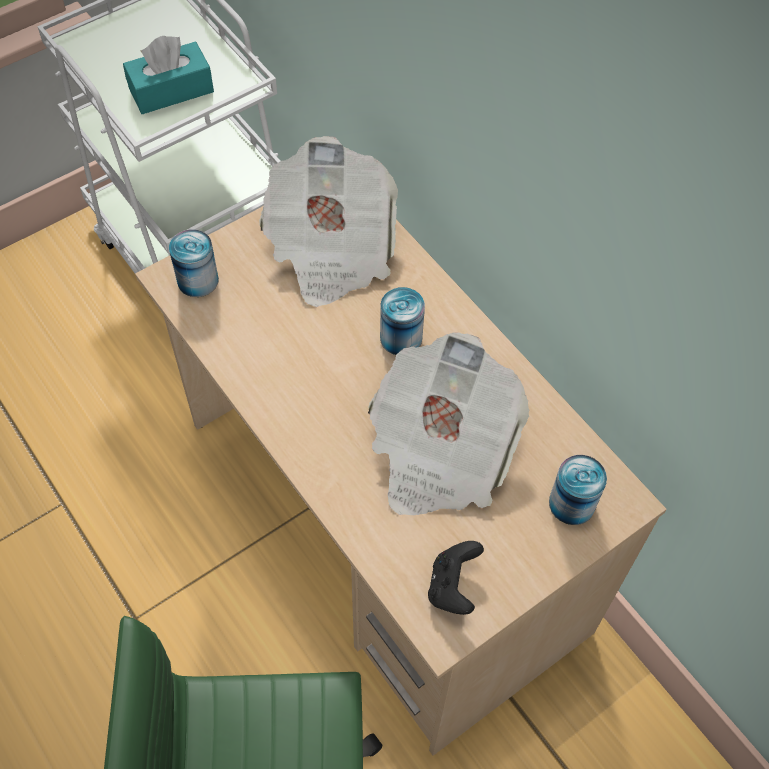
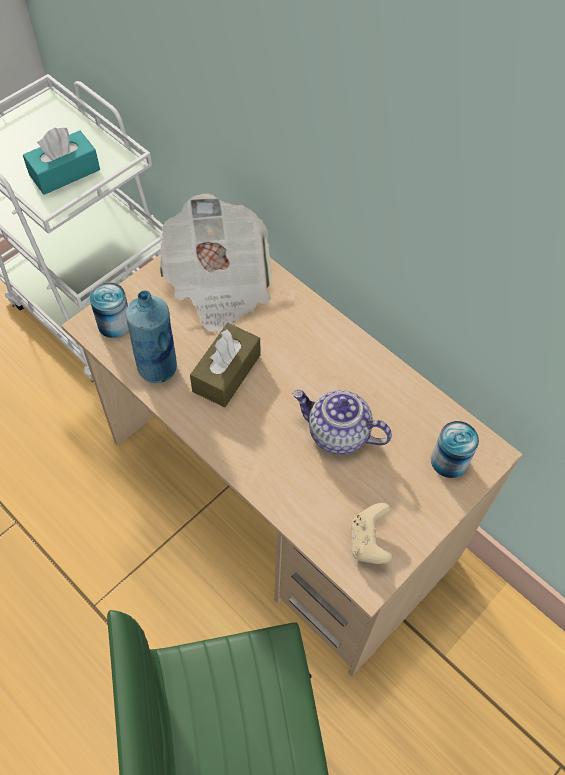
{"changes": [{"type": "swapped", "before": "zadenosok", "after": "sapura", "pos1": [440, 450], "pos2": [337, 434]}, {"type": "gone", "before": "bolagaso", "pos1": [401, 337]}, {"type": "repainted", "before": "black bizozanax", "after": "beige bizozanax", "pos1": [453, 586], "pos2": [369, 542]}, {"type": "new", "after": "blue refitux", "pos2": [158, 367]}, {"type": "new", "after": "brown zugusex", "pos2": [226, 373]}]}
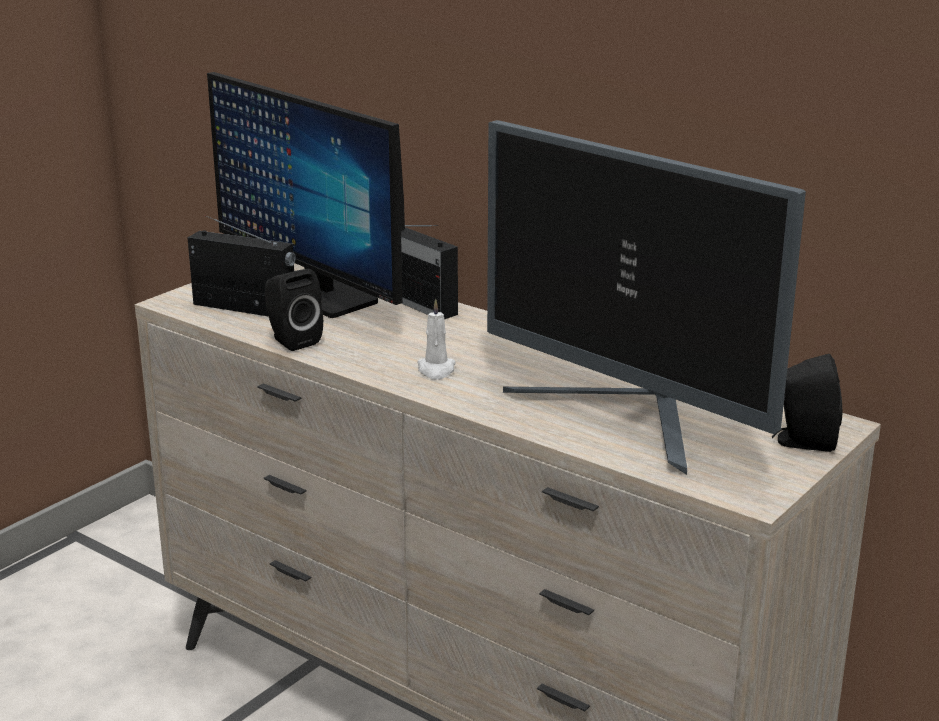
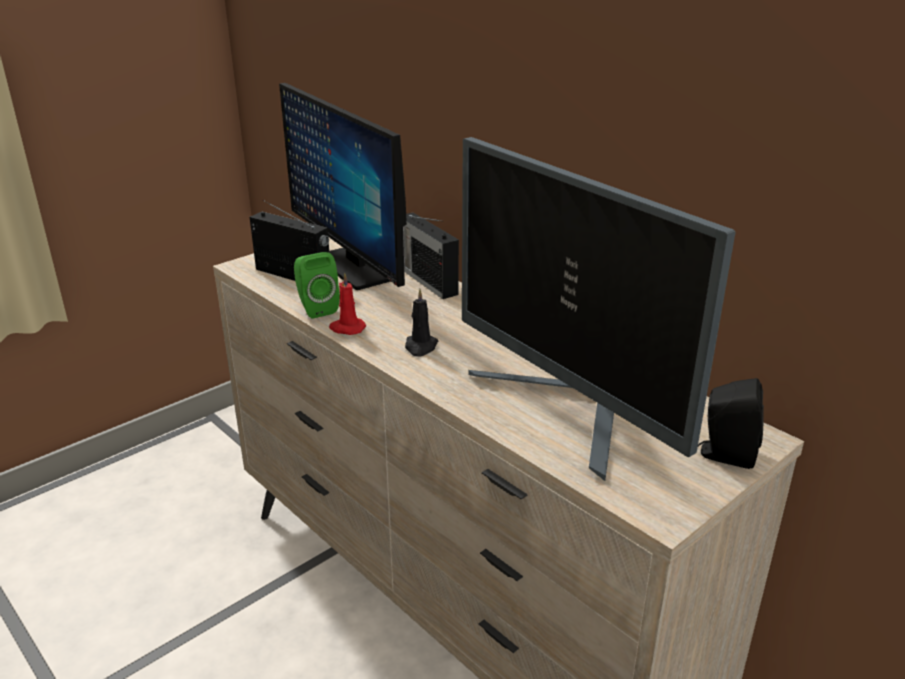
{"changes": [{"type": "repainted", "before": "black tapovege", "after": "green tapovege", "pos1": [291, 340], "pos2": [316, 308]}, {"type": "repainted", "before": "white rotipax", "after": "black rotipax", "pos1": [436, 370], "pos2": [420, 347]}, {"type": "new", "after": "red rotipax", "pos2": [347, 328]}]}
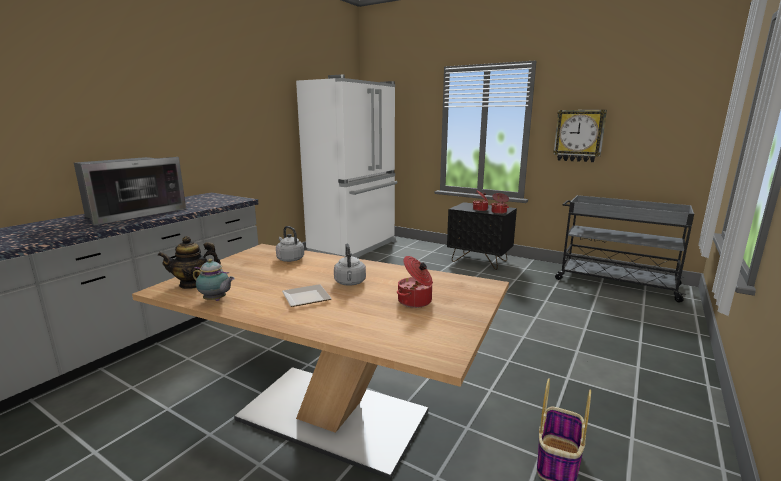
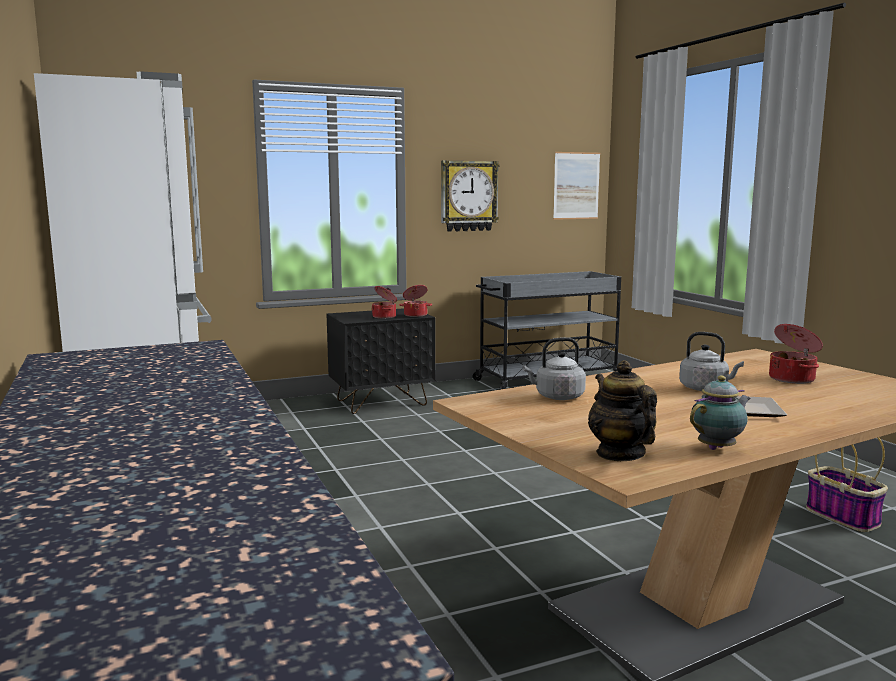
{"changes": [{"type": "gone", "before": "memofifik", "pos1": [132, 213]}, {"type": "rotated", "before": "sapura", "pos1": [193, 284], "pos2": [620, 454], "turn": 150}, {"type": "new", "after": "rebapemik", "pos2": [576, 185]}]}
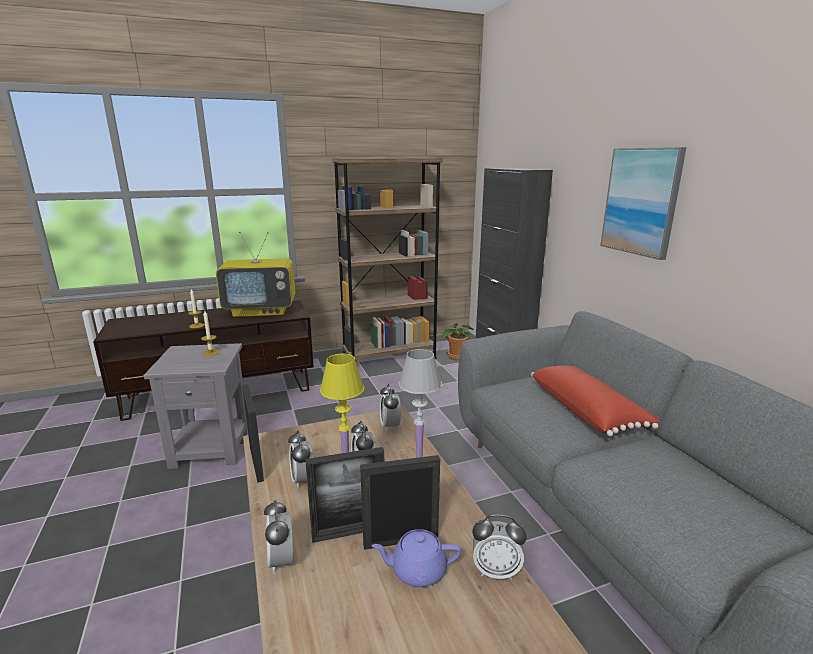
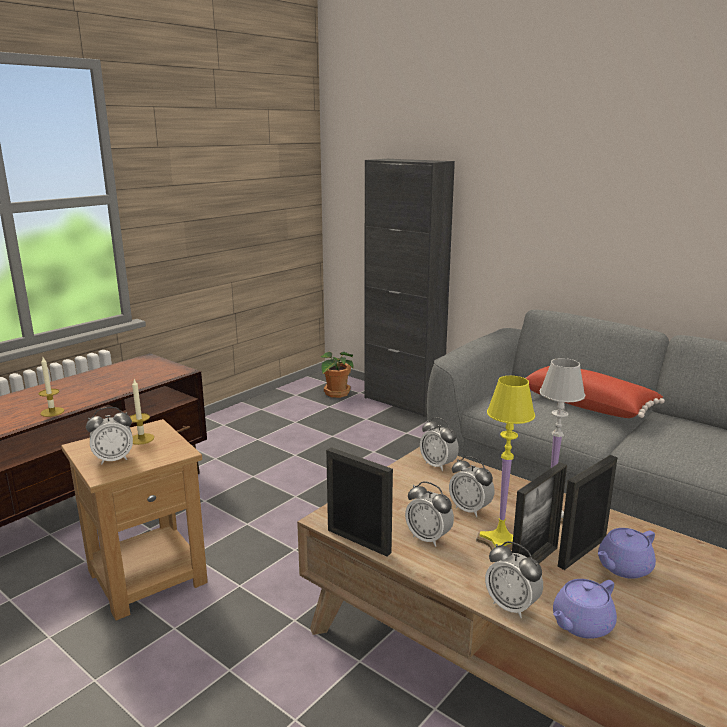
{"changes": [{"type": "repainted", "before": "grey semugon", "after": "brown semugon", "pos1": [212, 448], "pos2": [148, 576]}, {"type": "gone", "before": "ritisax", "pos1": [261, 311]}, {"type": "gone", "before": "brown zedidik", "pos1": [389, 357]}, {"type": "shifted", "before": "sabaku", "pos1": [496, 571], "pos2": [114, 459]}, {"type": "gone", "before": "rebapemik", "pos1": [641, 201]}, {"type": "new", "after": "purple sapura", "pos2": [581, 624]}]}
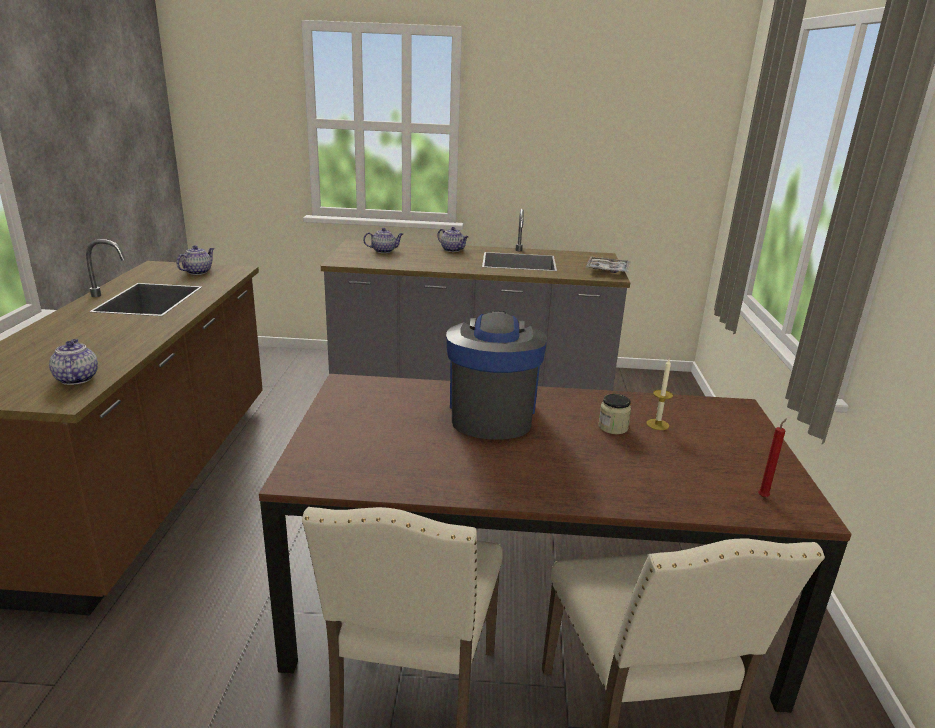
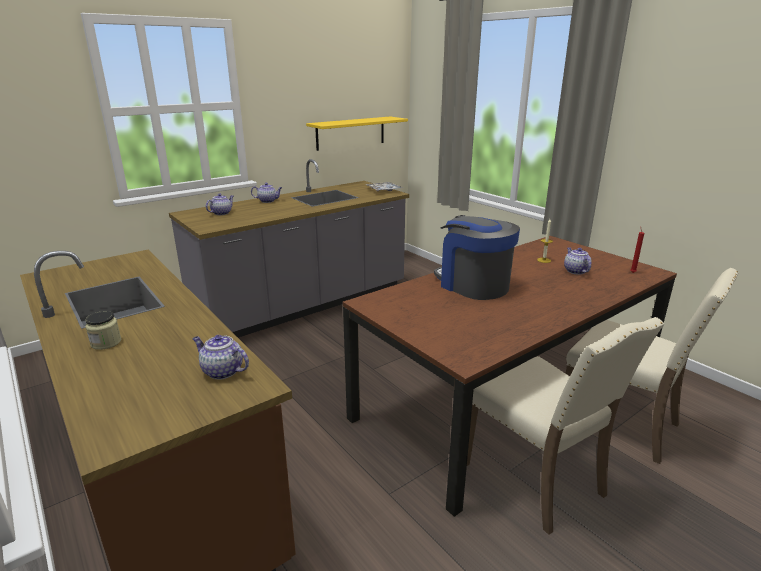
{"changes": [{"type": "shifted", "before": "sapura", "pos1": [198, 272], "pos2": [575, 271]}, {"type": "shifted", "before": "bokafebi", "pos1": [613, 427], "pos2": [106, 342]}, {"type": "new", "after": "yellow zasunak", "pos2": [350, 133]}]}
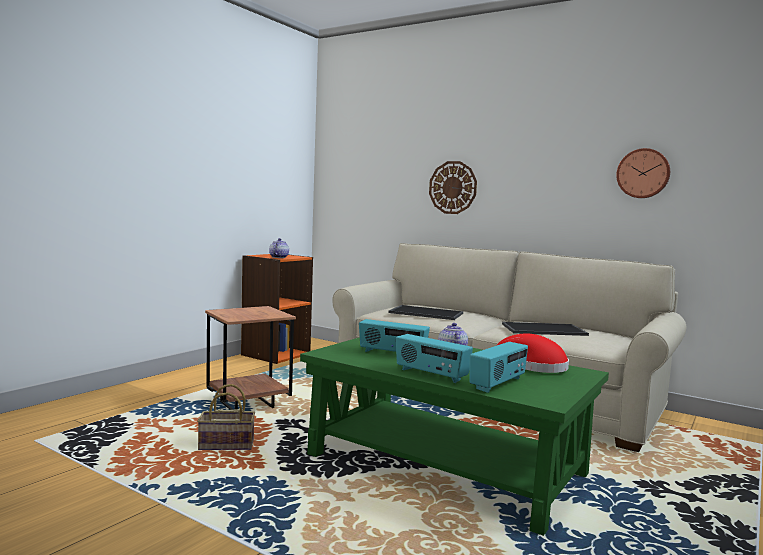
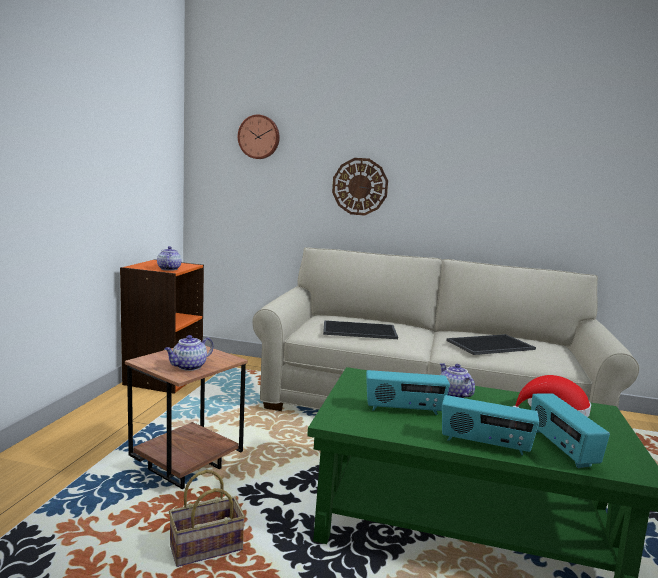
{"changes": [{"type": "rotated", "before": "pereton", "pos1": [498, 384], "pos2": [561, 448], "turn": 150}, {"type": "shifted", "before": "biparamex", "pos1": [643, 173], "pos2": [259, 137]}, {"type": "new", "after": "sapura", "pos2": [189, 367]}]}
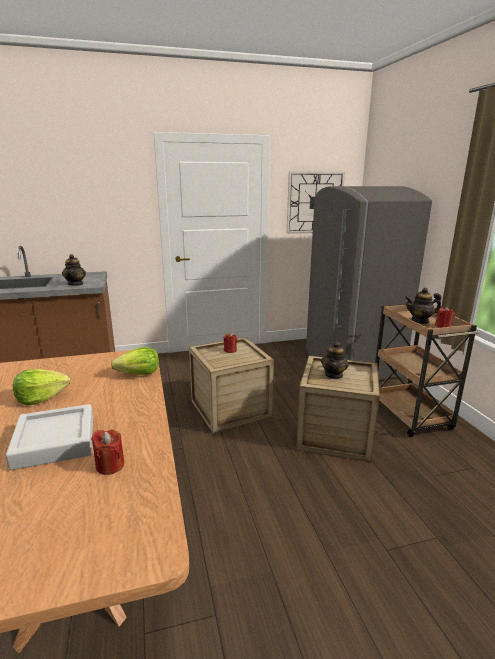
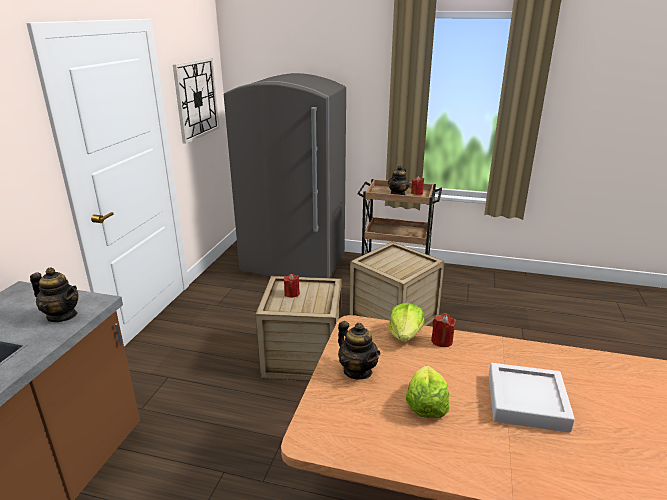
{"changes": [{"type": "shifted", "before": "red rotipax", "pos1": [110, 465], "pos2": [442, 341]}, {"type": "shifted", "before": "sapura", "pos1": [334, 375], "pos2": [357, 371]}]}
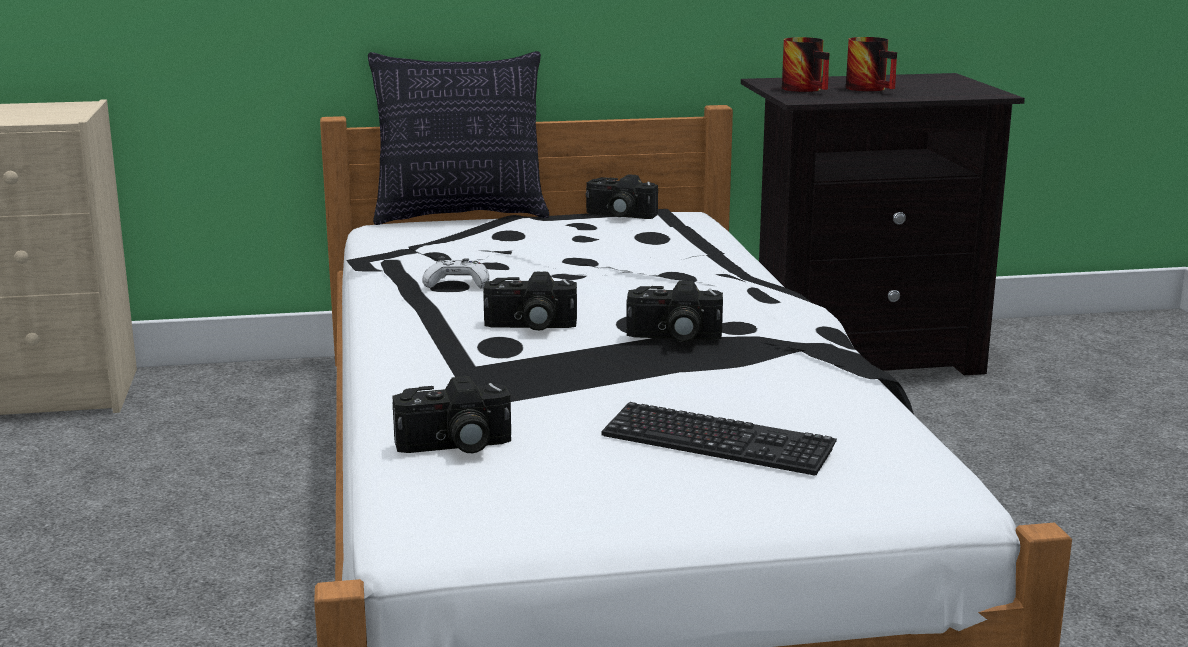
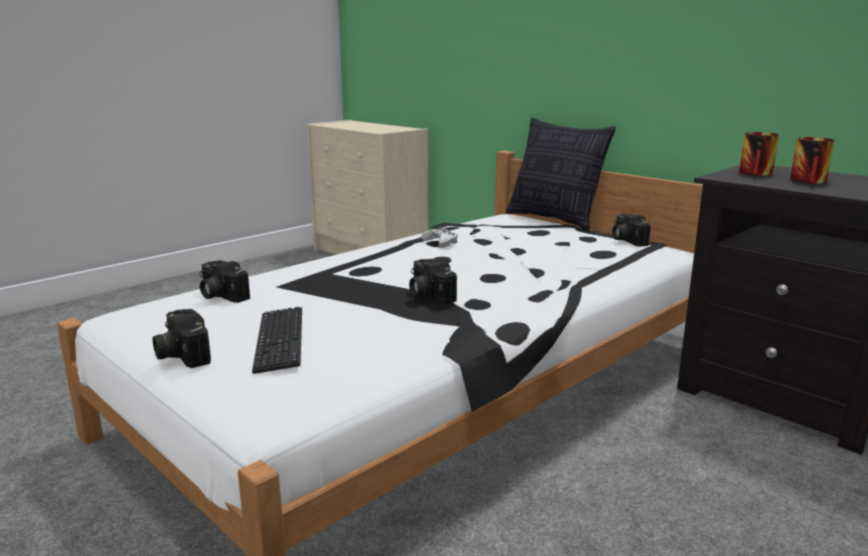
{"changes": [{"type": "shifted", "before": "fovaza", "pos1": [529, 326], "pos2": [180, 354]}]}
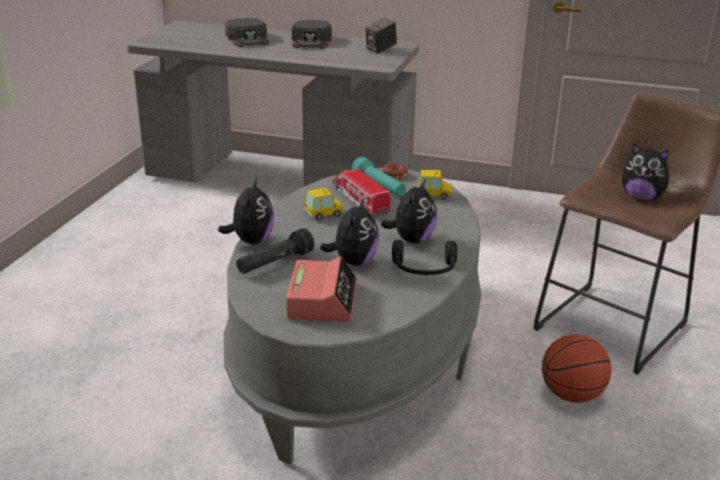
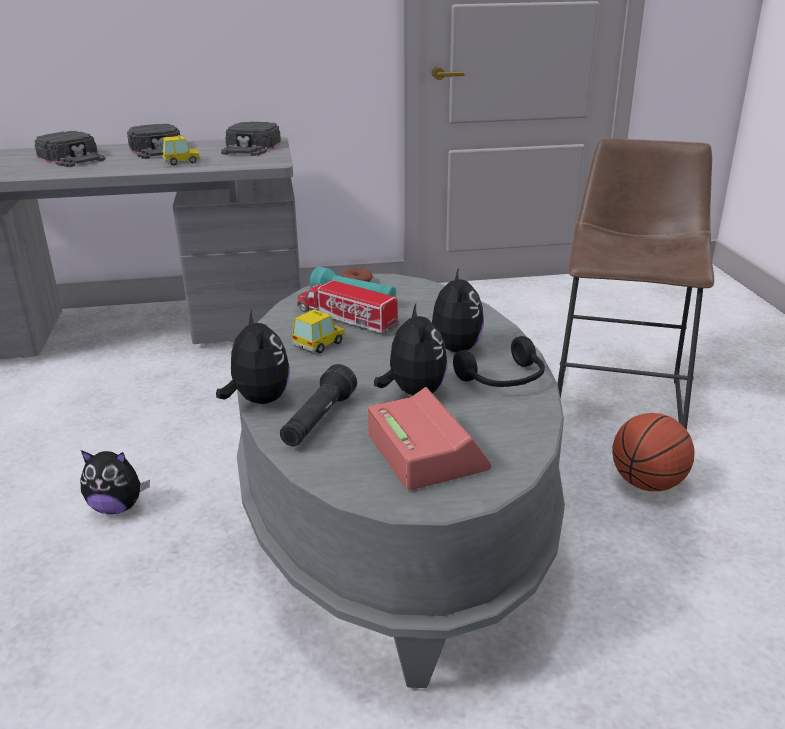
{"changes": [{"type": "swapped", "before": "fovaza", "after": "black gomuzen", "pos1": [380, 50], "pos2": [251, 147]}, {"type": "shifted", "before": "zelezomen", "pos1": [434, 194], "pos2": [182, 161]}, {"type": "shifted", "before": "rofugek", "pos1": [642, 198], "pos2": [117, 507]}]}
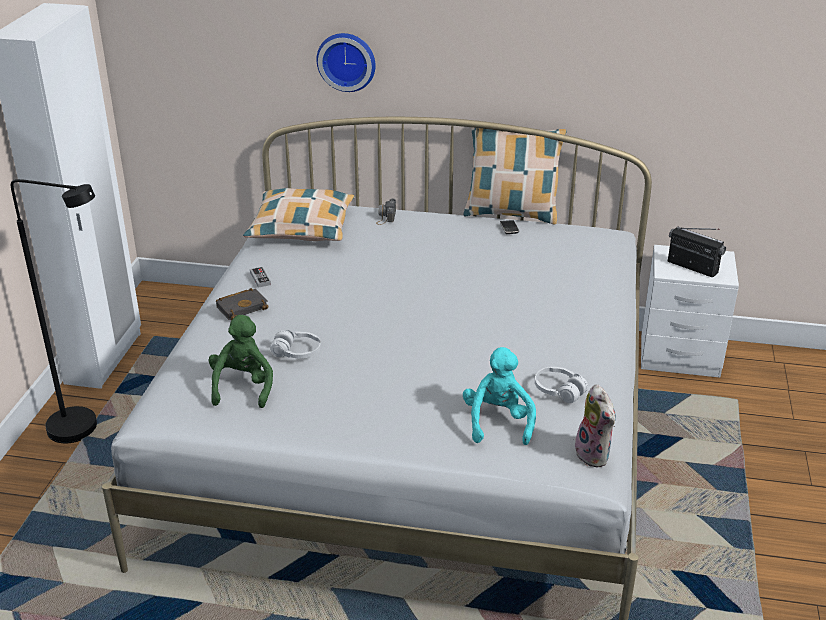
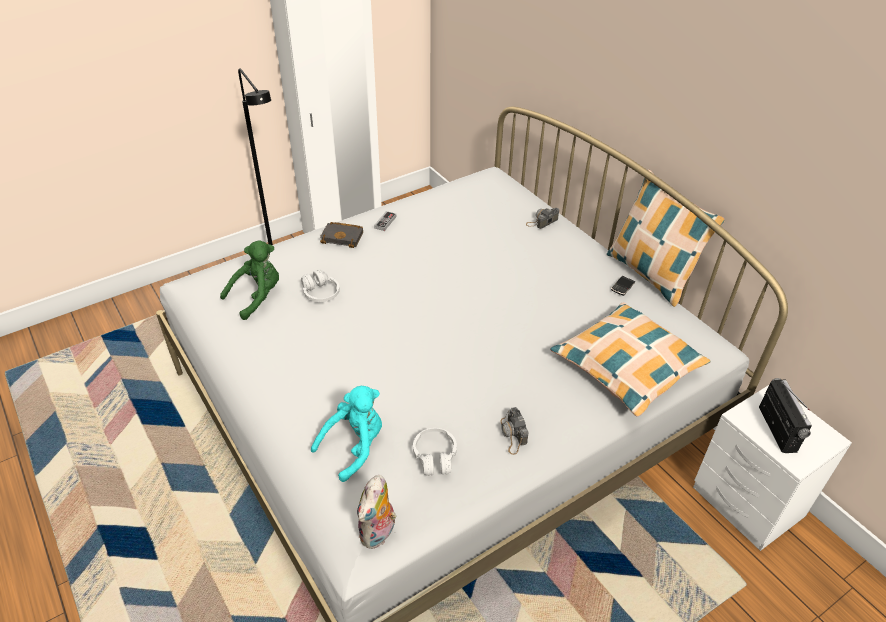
{"changes": [{"type": "shifted", "before": "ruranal", "pos1": [301, 227], "pos2": [627, 366]}, {"type": "gone", "before": "biparamex", "pos1": [347, 61]}, {"type": "new", "after": "fovaza", "pos2": [513, 435]}]}
